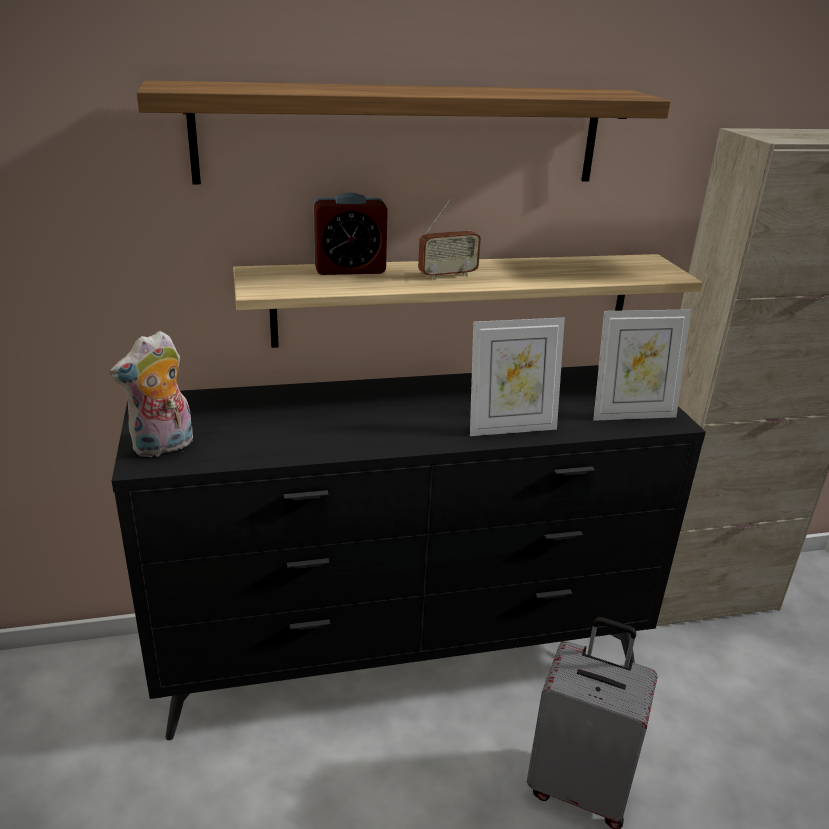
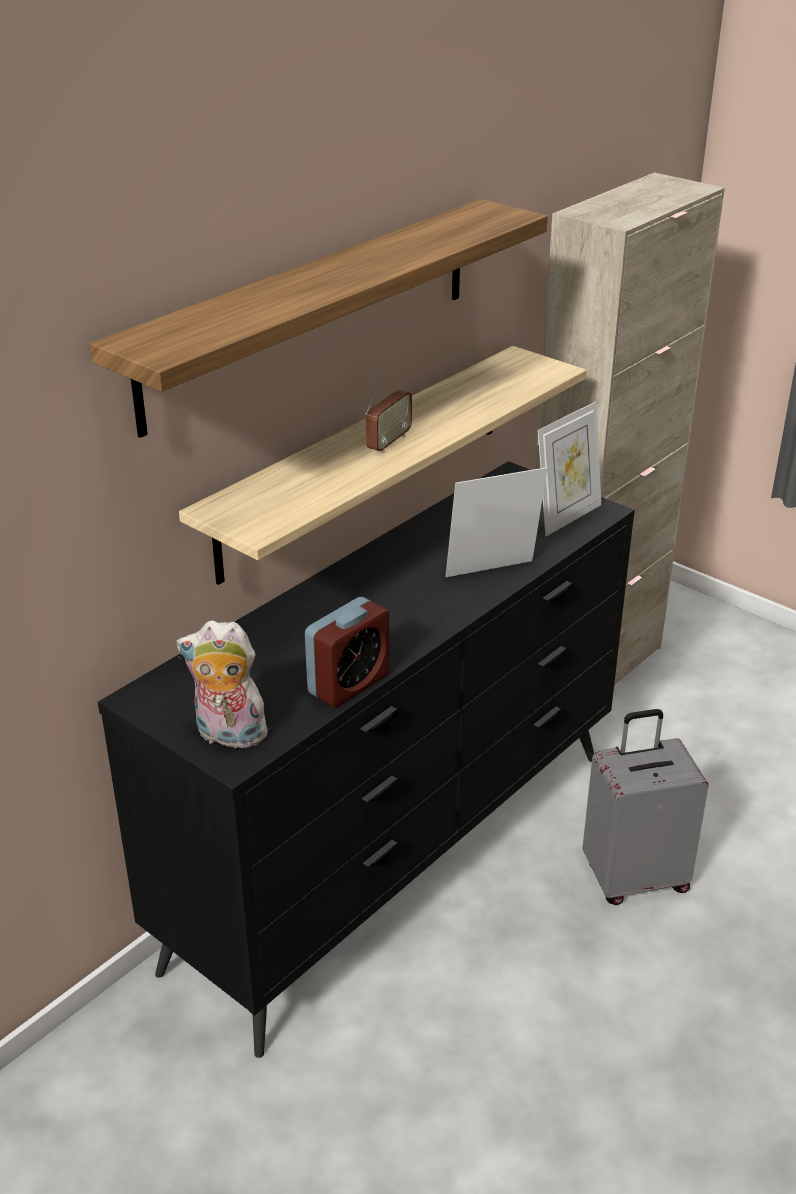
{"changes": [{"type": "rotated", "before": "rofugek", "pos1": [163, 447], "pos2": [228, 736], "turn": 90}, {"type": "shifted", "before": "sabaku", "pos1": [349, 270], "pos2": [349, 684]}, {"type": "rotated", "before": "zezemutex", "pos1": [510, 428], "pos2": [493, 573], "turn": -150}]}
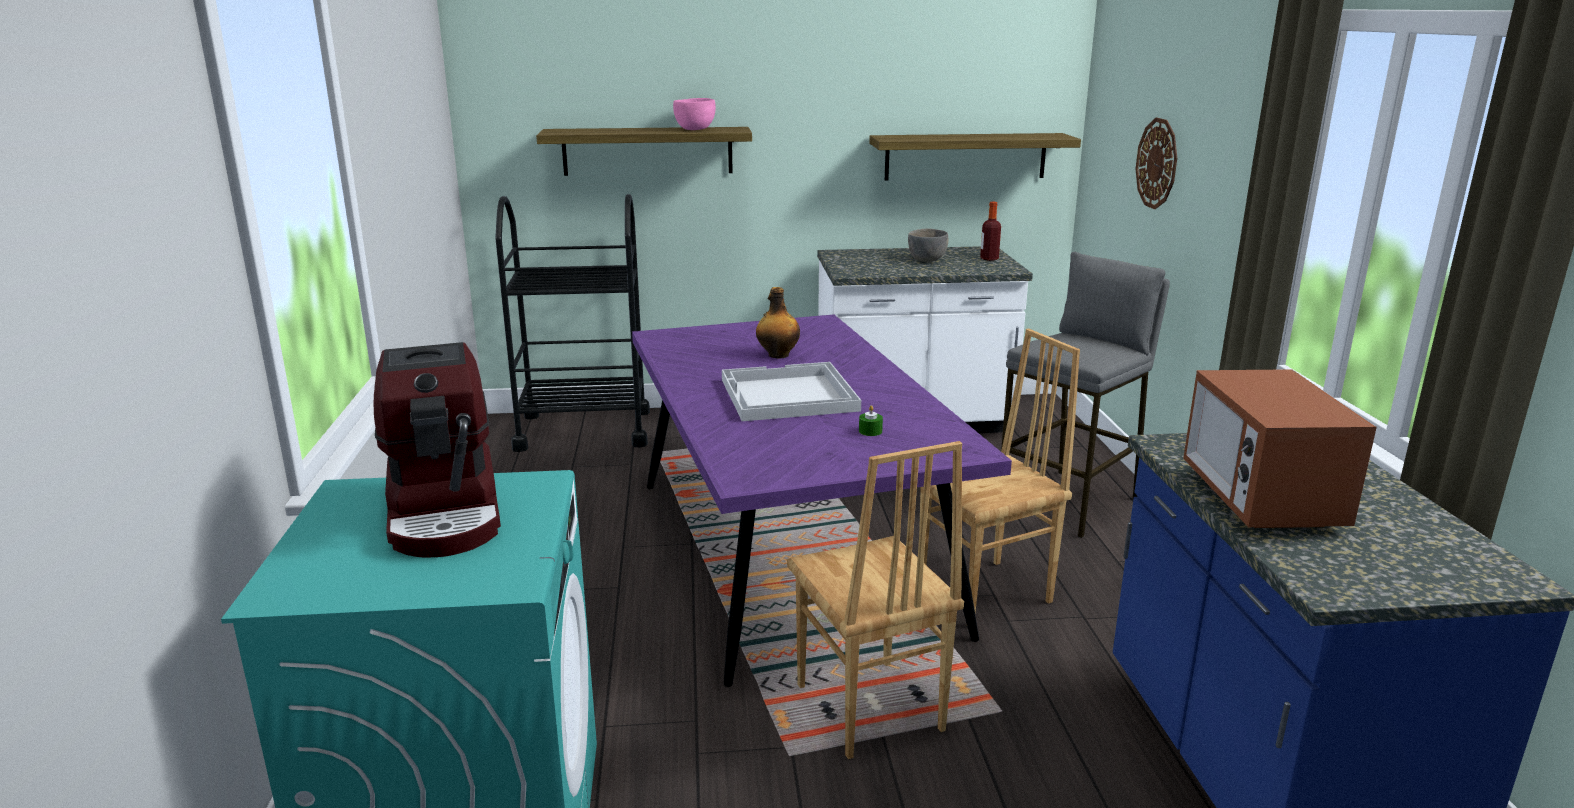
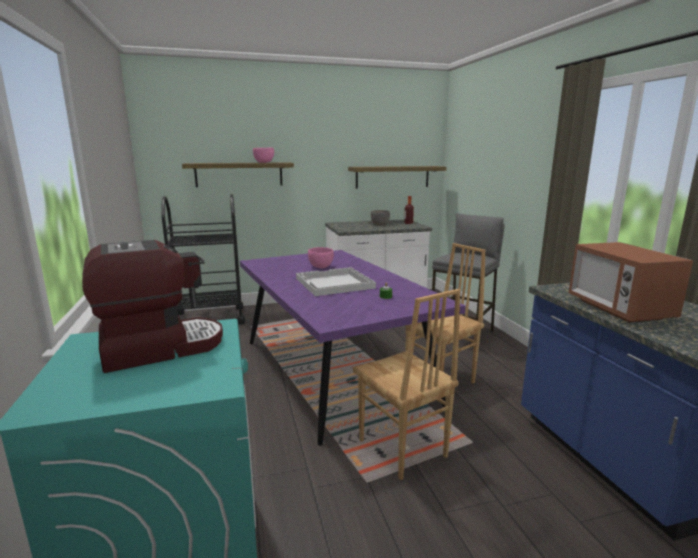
{"changes": [{"type": "rotated", "before": "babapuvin", "pos1": [447, 513], "pos2": [160, 347], "turn": -90}, {"type": "swapped", "before": "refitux", "after": "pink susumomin", "pos1": [777, 355], "pos2": [320, 267]}, {"type": "gone", "before": "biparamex", "pos1": [1157, 163]}]}
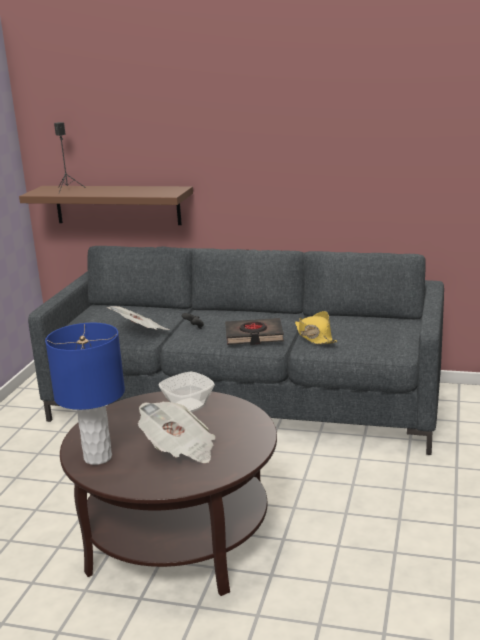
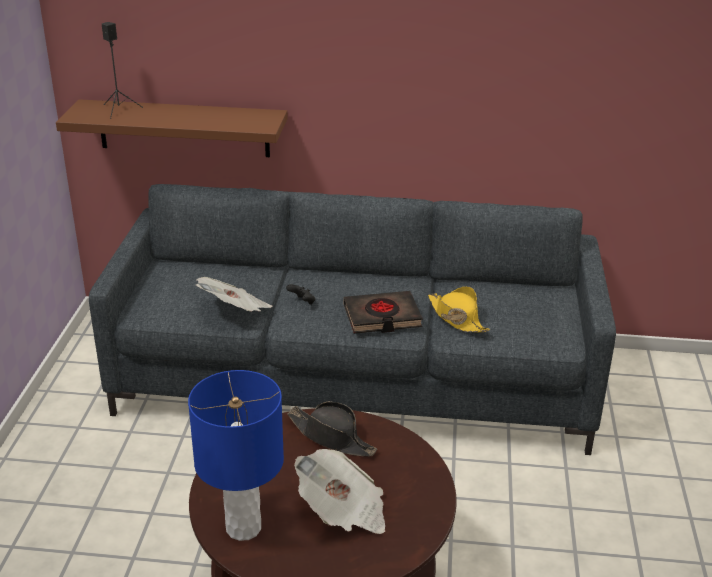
{"changes": [{"type": "swapped", "before": "susumomin", "after": "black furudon", "pos1": [188, 406], "pos2": [332, 437]}]}
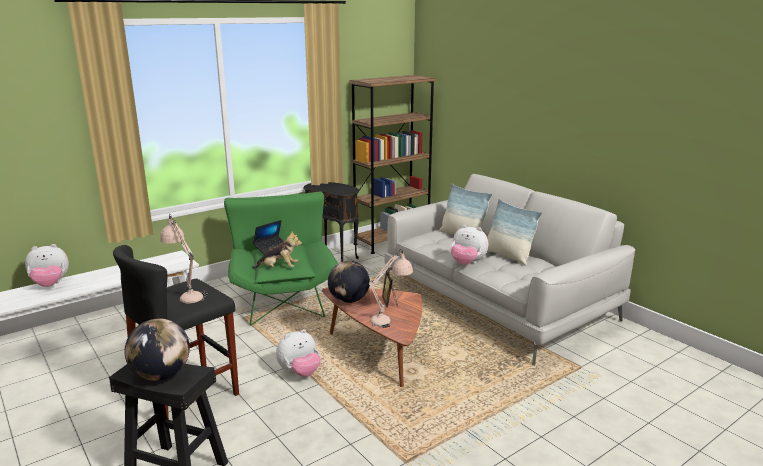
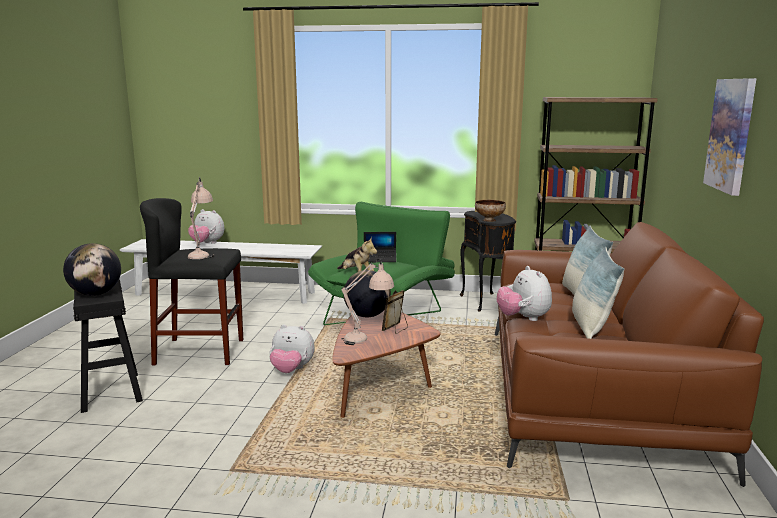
{"changes": [{"type": "repainted", "before": "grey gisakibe", "after": "brown gisakibe", "pos1": [497, 302], "pos2": [592, 395]}, {"type": "new", "after": "susumomin", "pos2": [489, 220]}, {"type": "new", "after": "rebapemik", "pos2": [731, 135]}]}
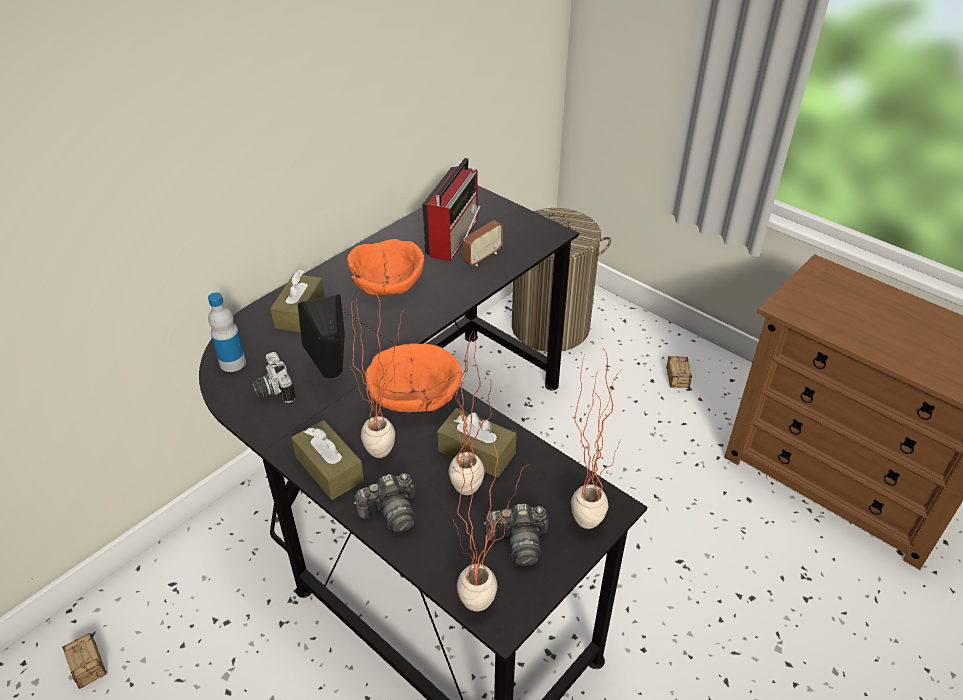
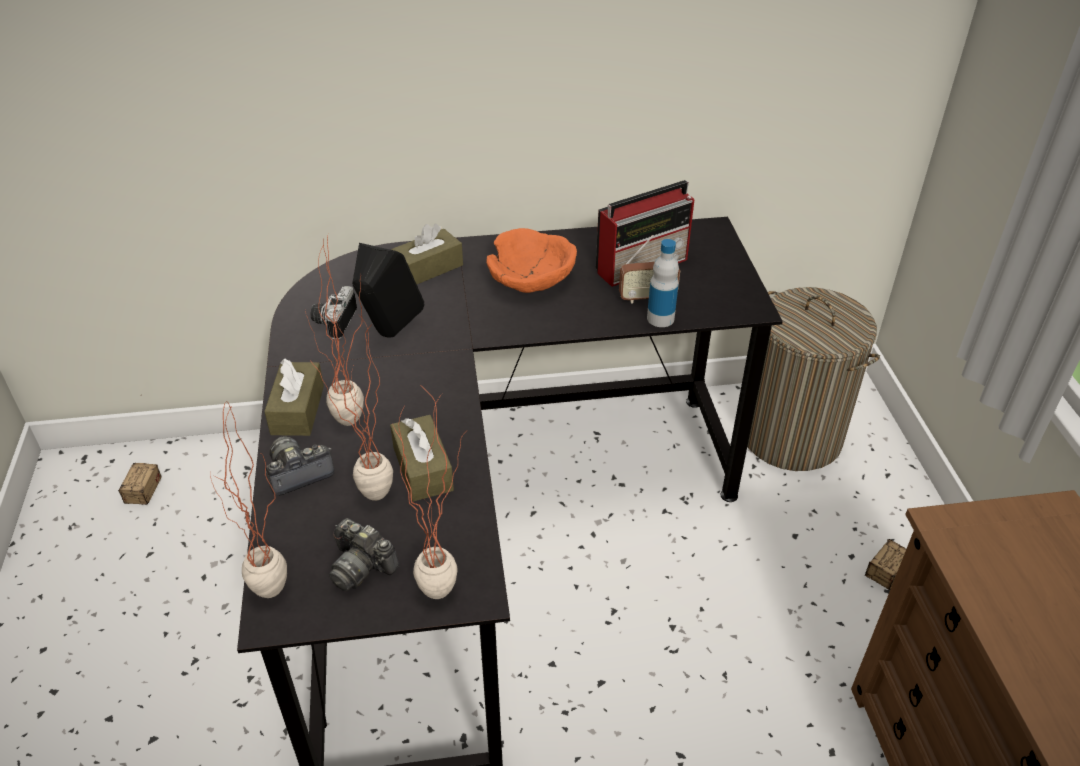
{"changes": [{"type": "shifted", "before": "refitux", "pos1": [232, 363], "pos2": [660, 318]}, {"type": "rotated", "before": "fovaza", "pos1": [390, 513], "pos2": [298, 474], "turn": 135}, {"type": "gone", "before": "orange susumomin", "pos1": [413, 395]}]}
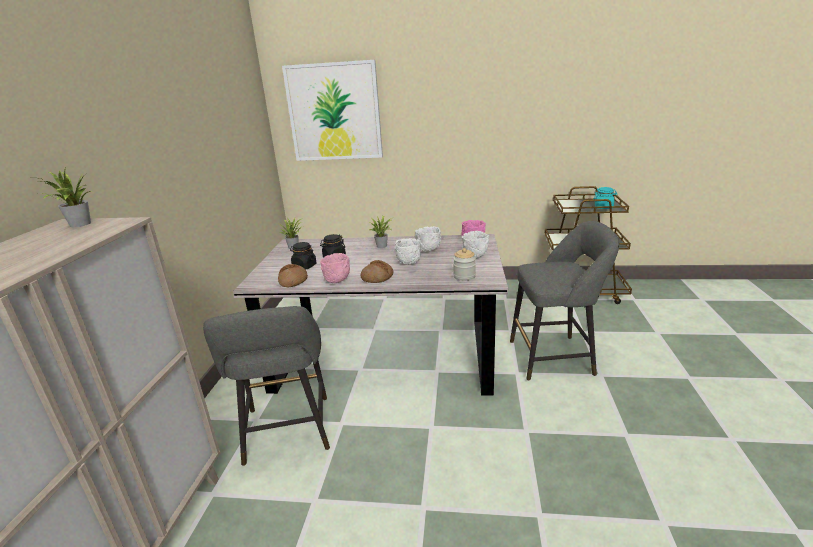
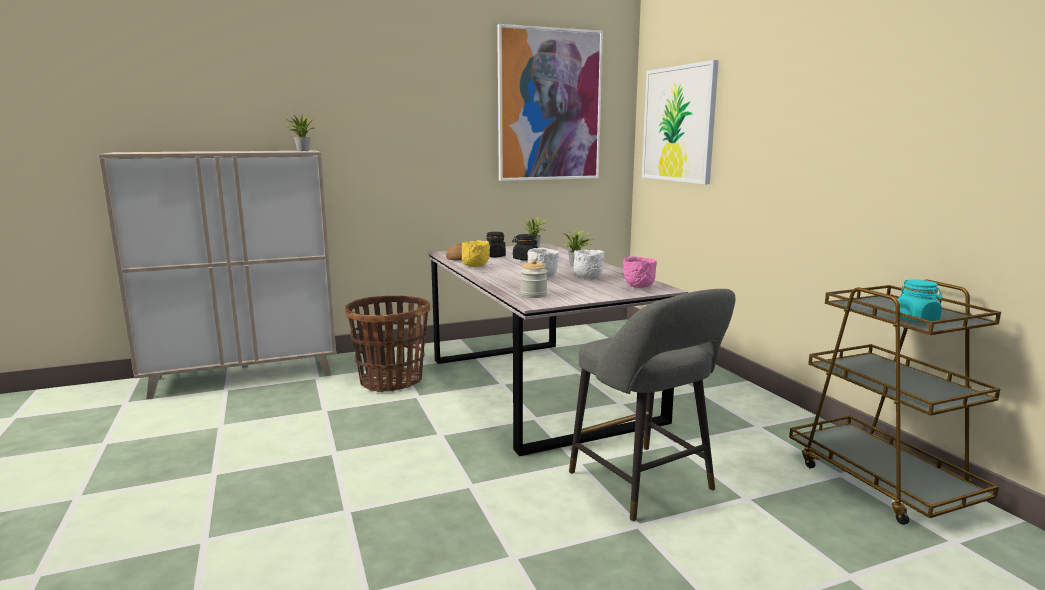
{"changes": [{"type": "swapped", "before": "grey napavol", "after": "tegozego", "pos1": [287, 433], "pos2": [391, 381]}, {"type": "repainted", "before": "pink susumomin", "after": "yellow susumomin", "pos1": [338, 281], "pos2": [475, 267]}, {"type": "gone", "before": "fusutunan", "pos1": [377, 277]}, {"type": "gone", "before": "white susumomin", "pos1": [475, 256]}, {"type": "new", "after": "rebapemik", "pos2": [549, 105]}]}
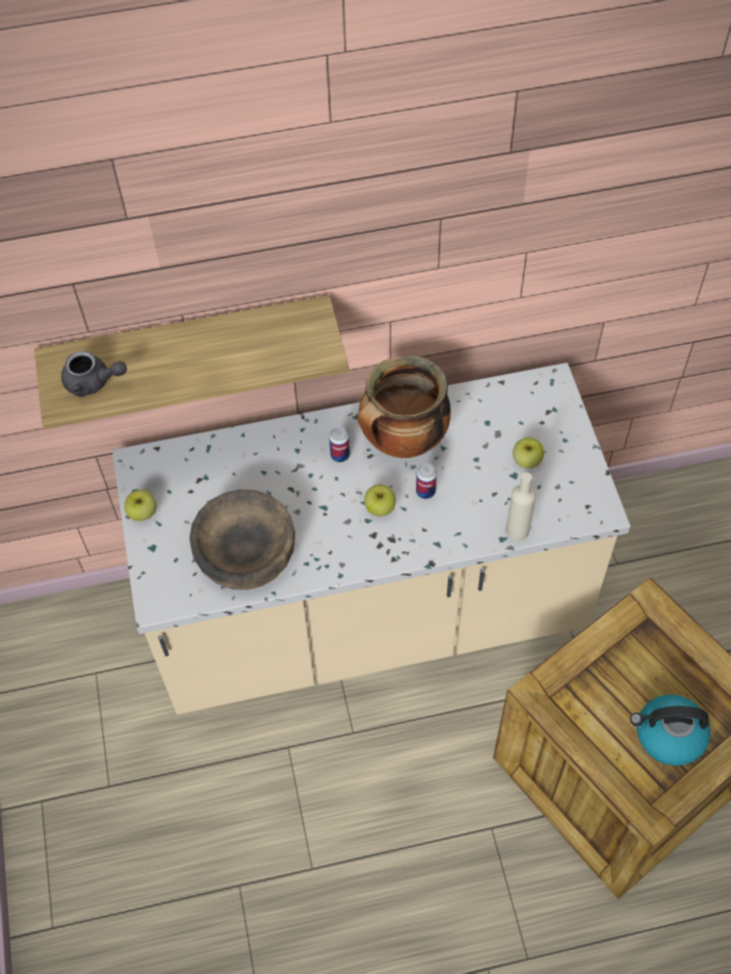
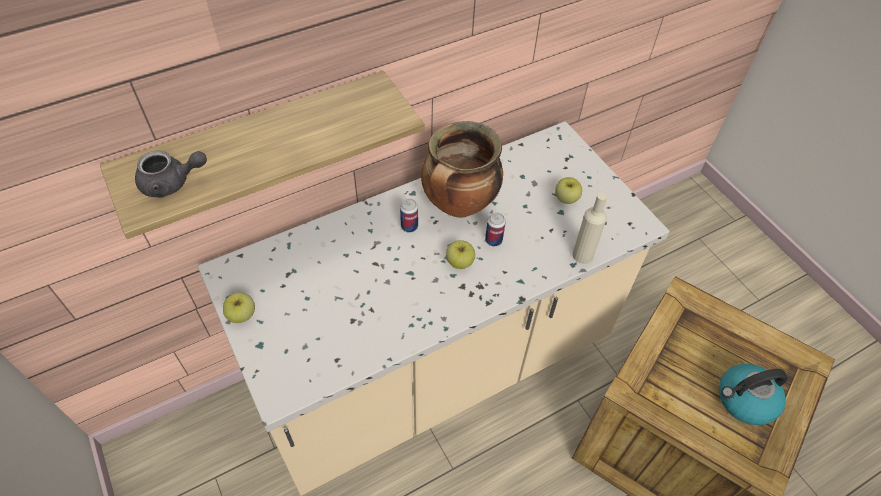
{"changes": [{"type": "gone", "before": "brown susumomin", "pos1": [246, 555]}]}
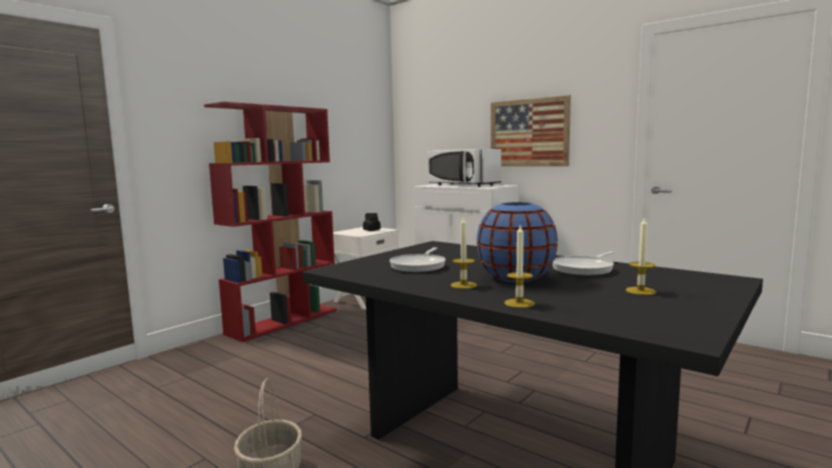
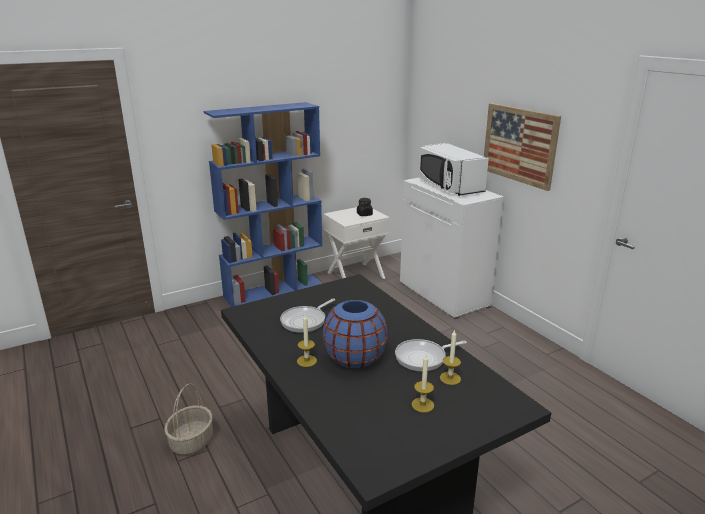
{"changes": [{"type": "repainted", "before": "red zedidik", "after": "blue zedidik", "pos1": [283, 321], "pos2": [274, 291]}, {"type": "shifted", "before": "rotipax", "pos1": [519, 303], "pos2": [450, 378]}]}
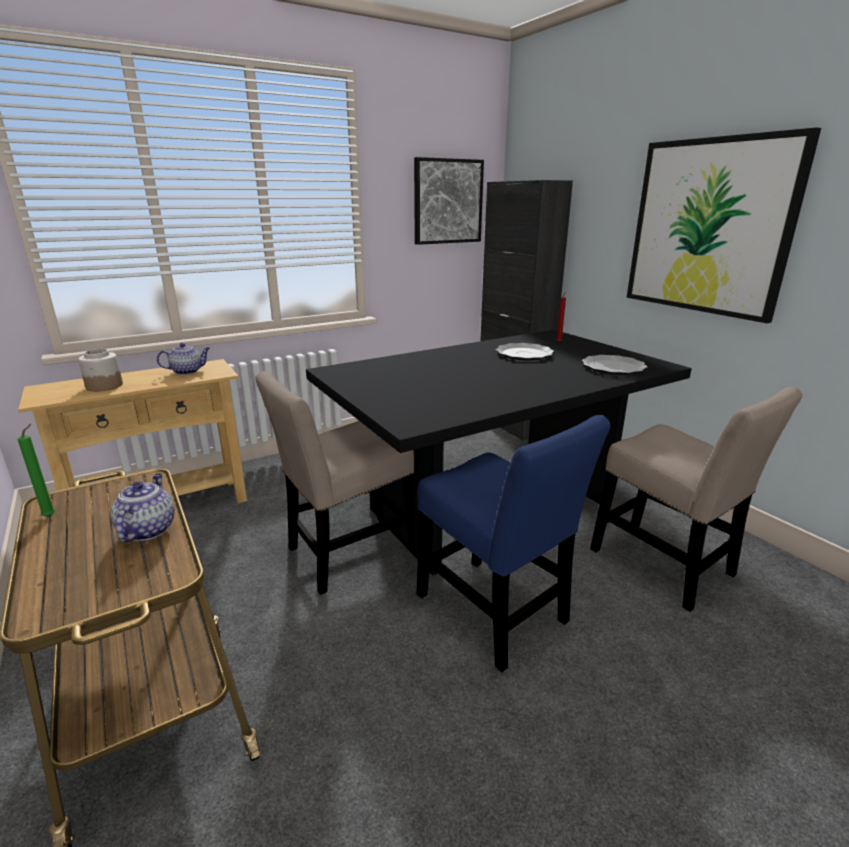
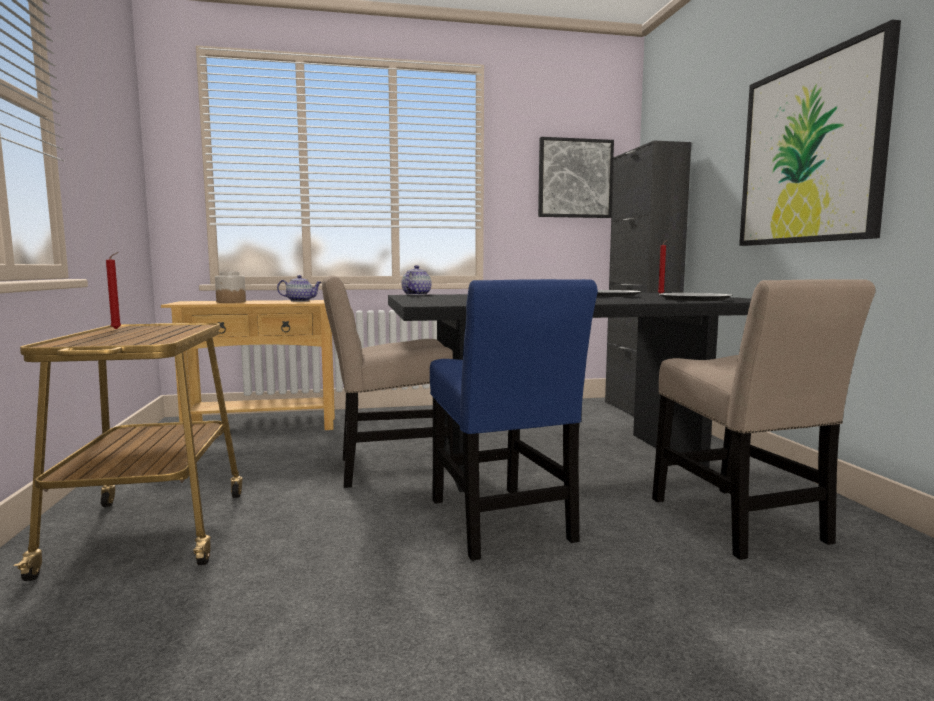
{"changes": [{"type": "repainted", "before": "green rotipax", "after": "red rotipax", "pos1": [51, 516], "pos2": [118, 329]}, {"type": "shifted", "before": "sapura", "pos1": [147, 529], "pos2": [416, 295]}]}
